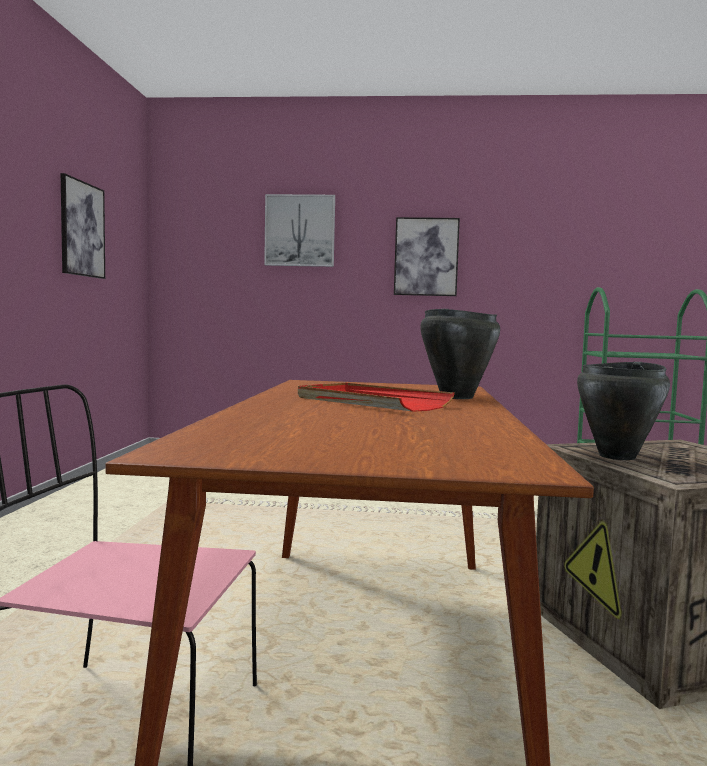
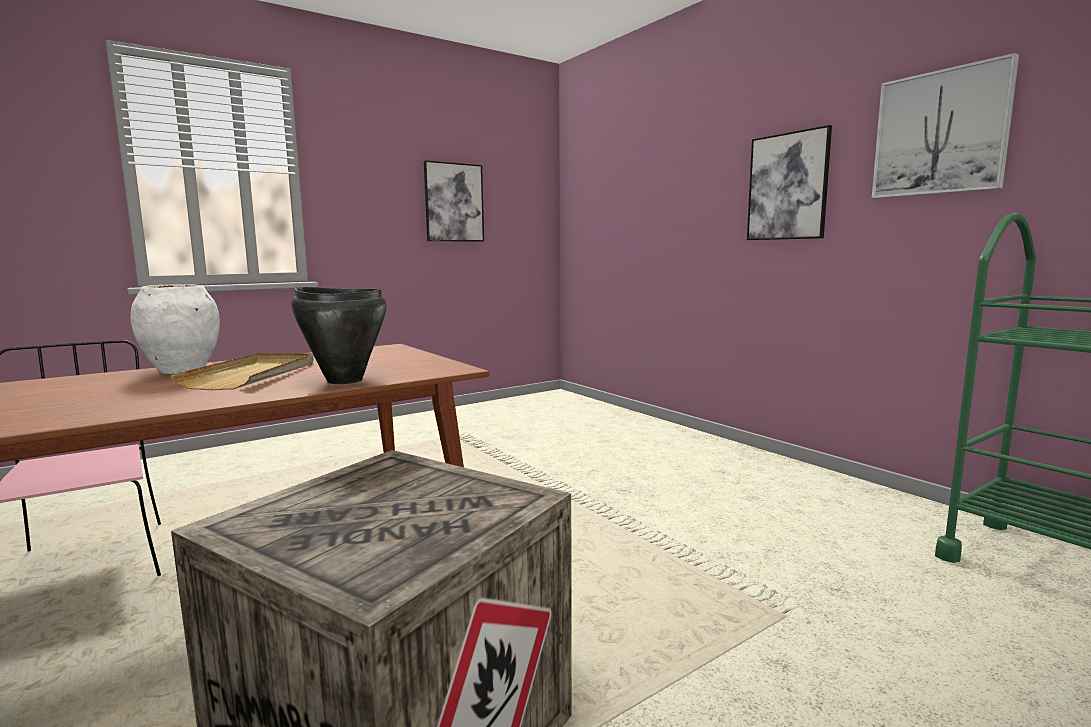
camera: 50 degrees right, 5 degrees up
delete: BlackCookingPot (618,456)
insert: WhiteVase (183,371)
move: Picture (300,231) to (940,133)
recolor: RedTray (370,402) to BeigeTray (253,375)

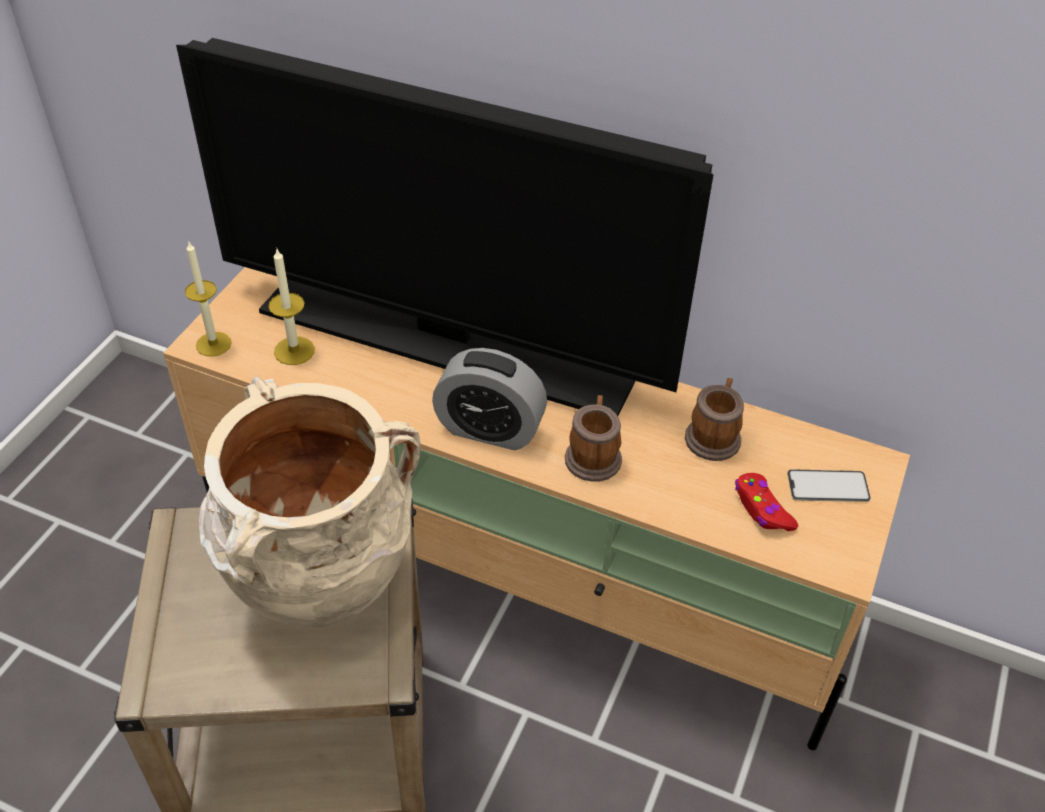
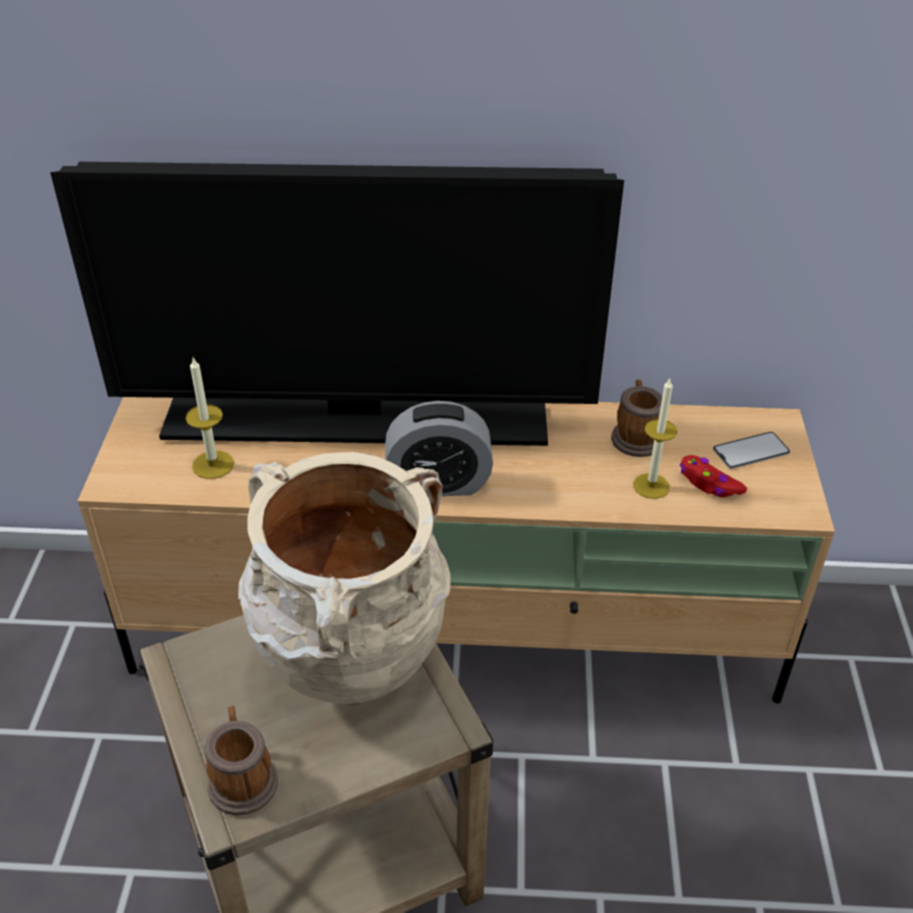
camera: 20 degrees left, 5 degrees down
move: Candle (213,344) to (651,486); Mug (593,455) to (242,777)

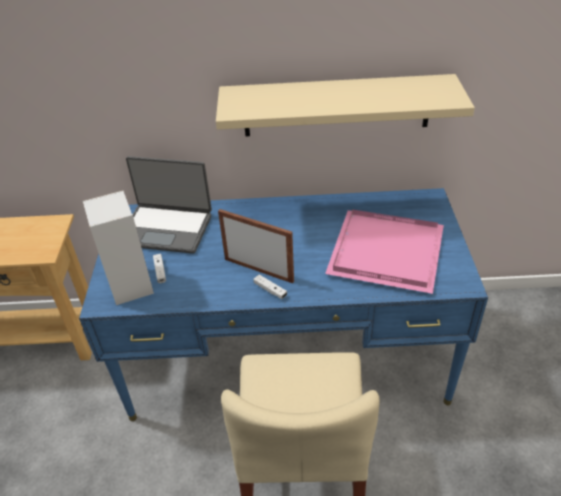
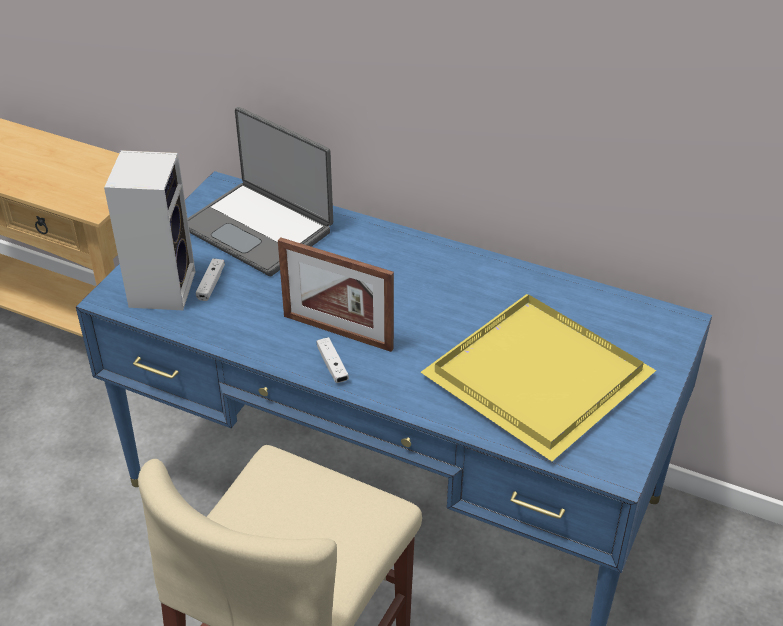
camera: 25 degrees right, 0 degrees up
delete: BeigeShelf (336,106)
recolor: PinkTray (384,250) to YellowTray (537,373)
rotate: PictureFrame (258,270) = (337,332) 150 degrees clockwise

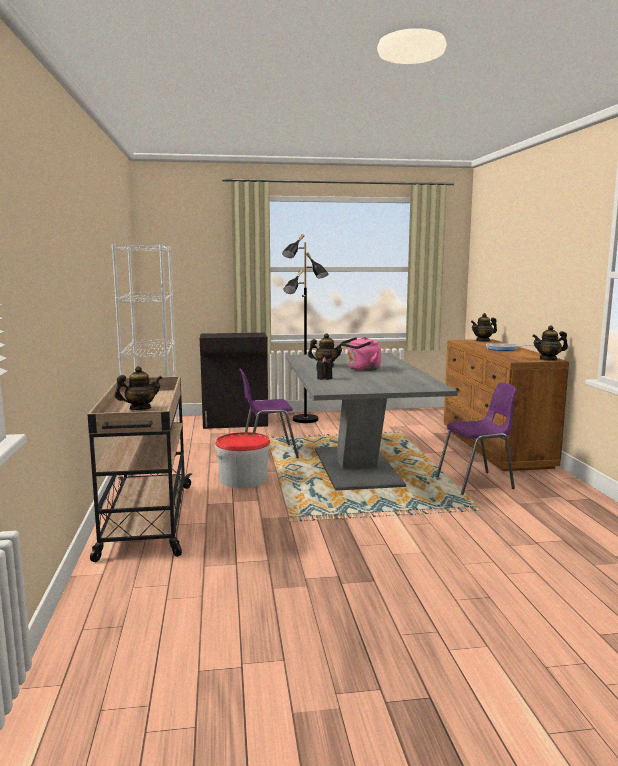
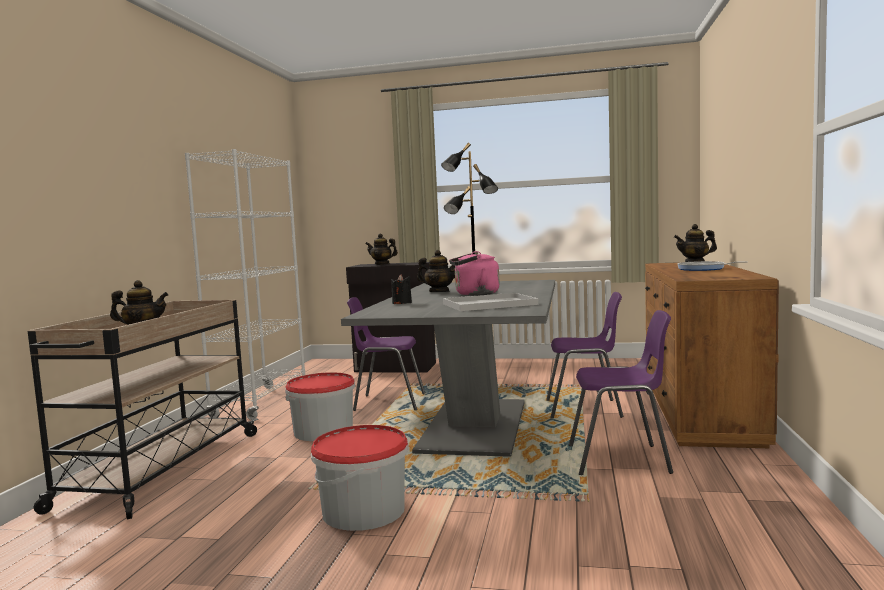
camera: 20 degrees right, 5 degrees down
insert: Bucket (364,510); WhiteTray (488,304); PurpleChair (585,409)
move: Teapot (548,359) to (382,264)

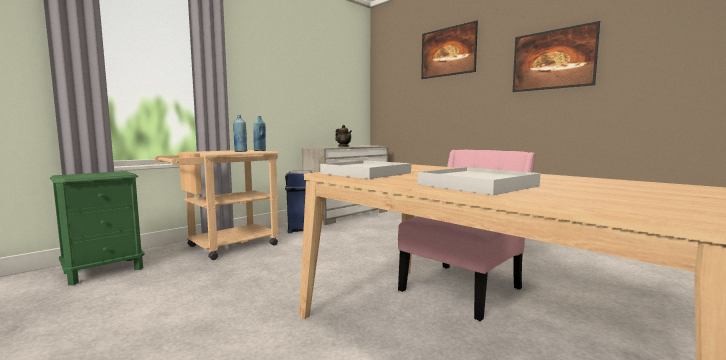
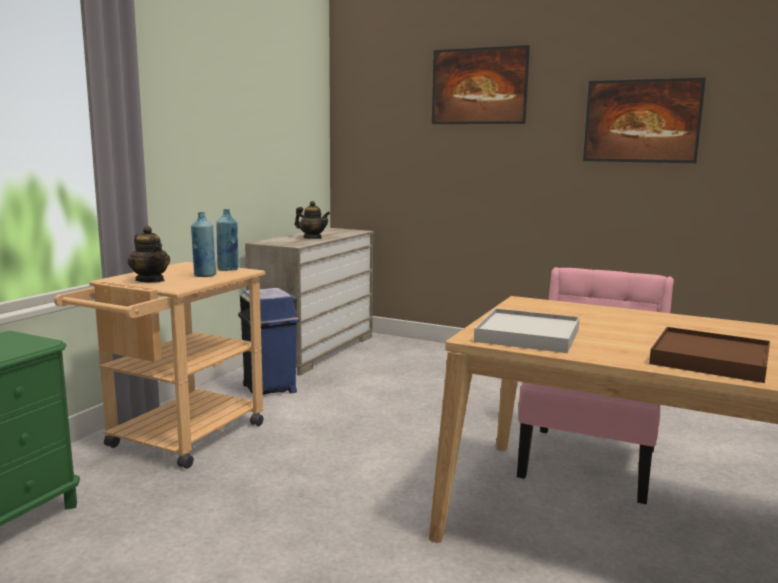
camera: 20 degrees left, 5 degrees up
insert: Teapot (150,280)
recolor: WhiteTray (477,185) to BrownTray (709,359)

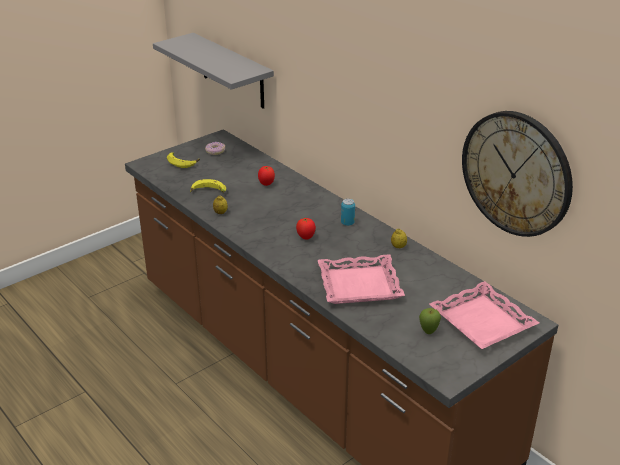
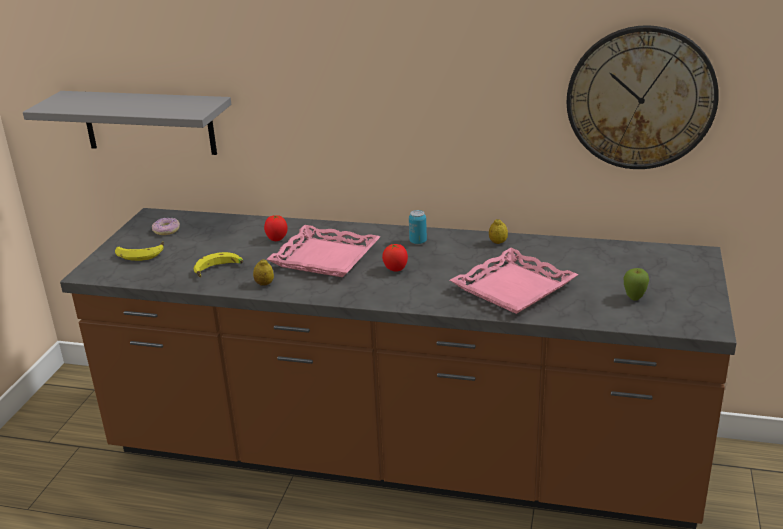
camera: 35 degrees left, 5 degrees down
move: PinkTray (482,321) to (325,257)

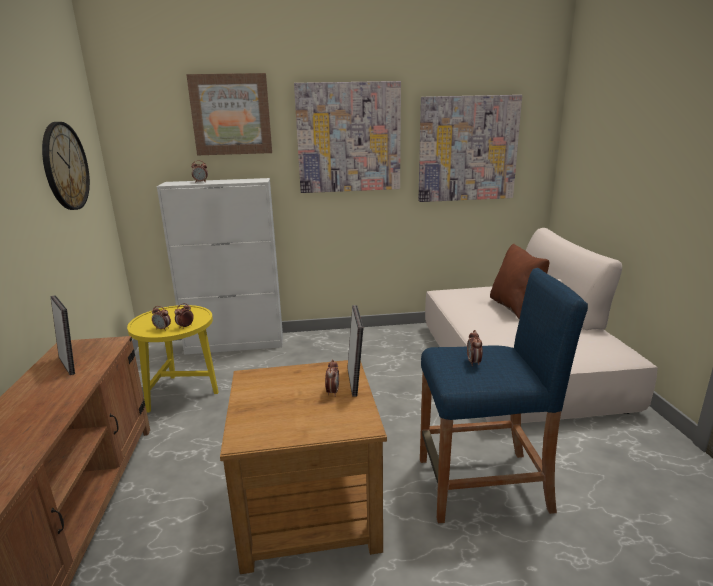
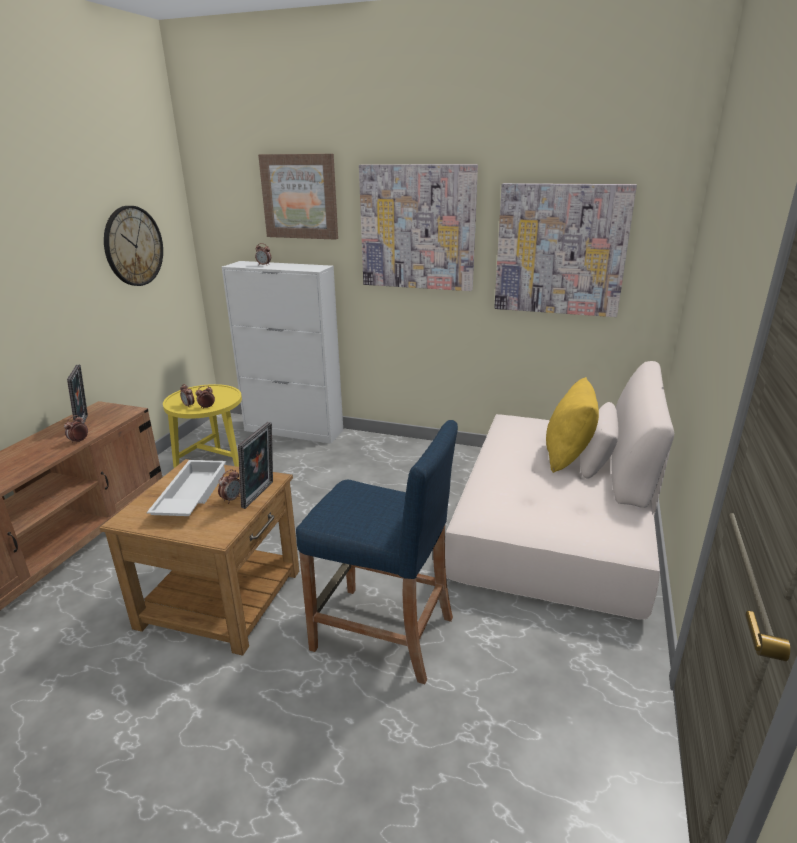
camera: 25 degrees right, 5 degrees up
insert: WhiteTray (190,495)
move: AlarmClock (473,362) to (79,441)
recolor: BrownPillow (515,307) to YellowPillow (567,456)

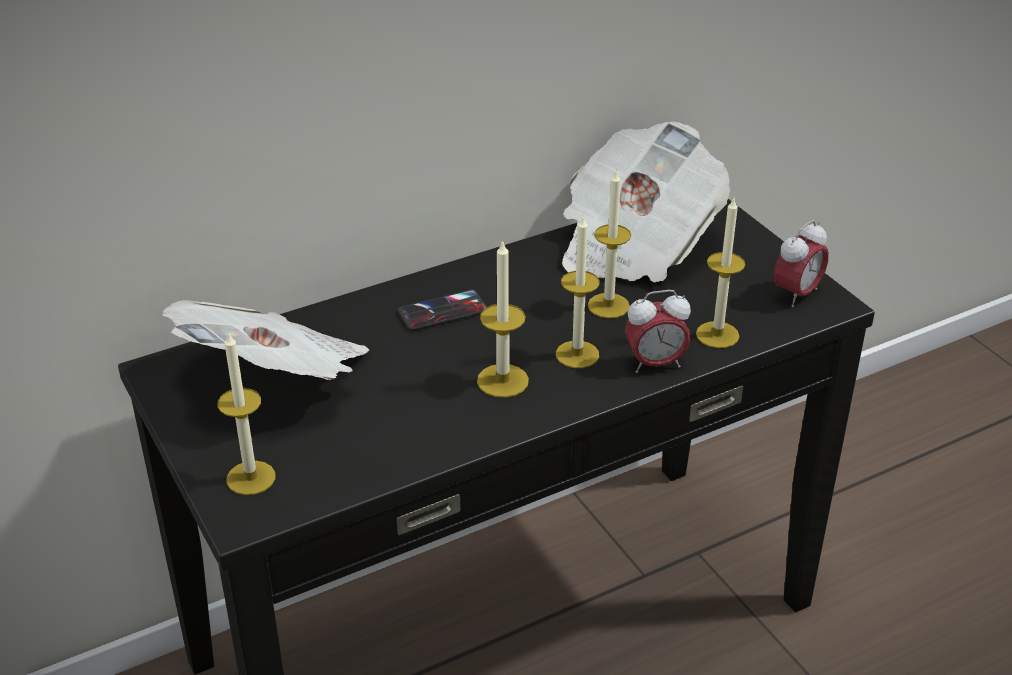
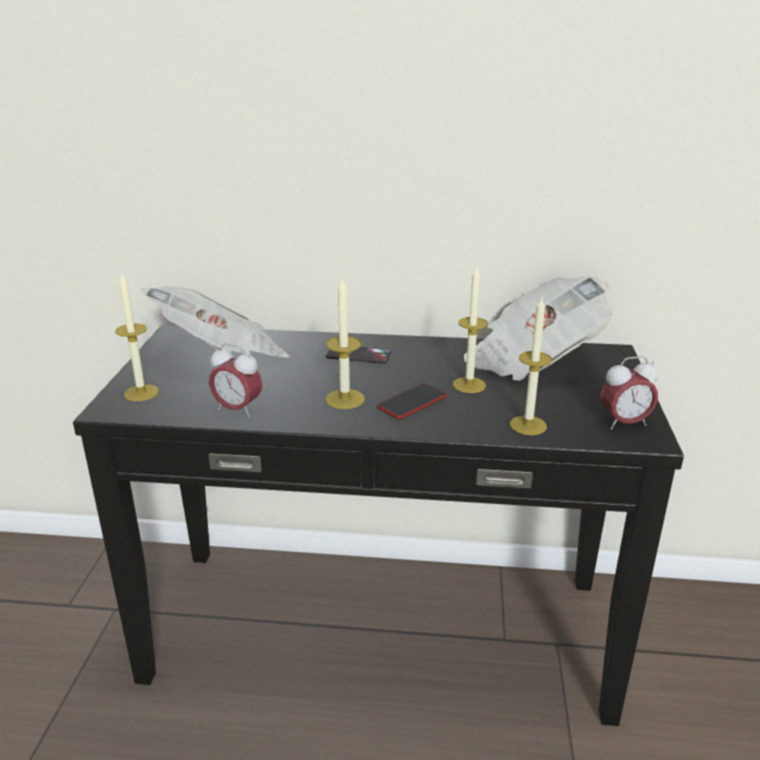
camera: 35 degrees right, 10 degrees down
move: AlarmClock (655,364) to (238,409)
replace: Candle (577,354) to Phone (412,402)

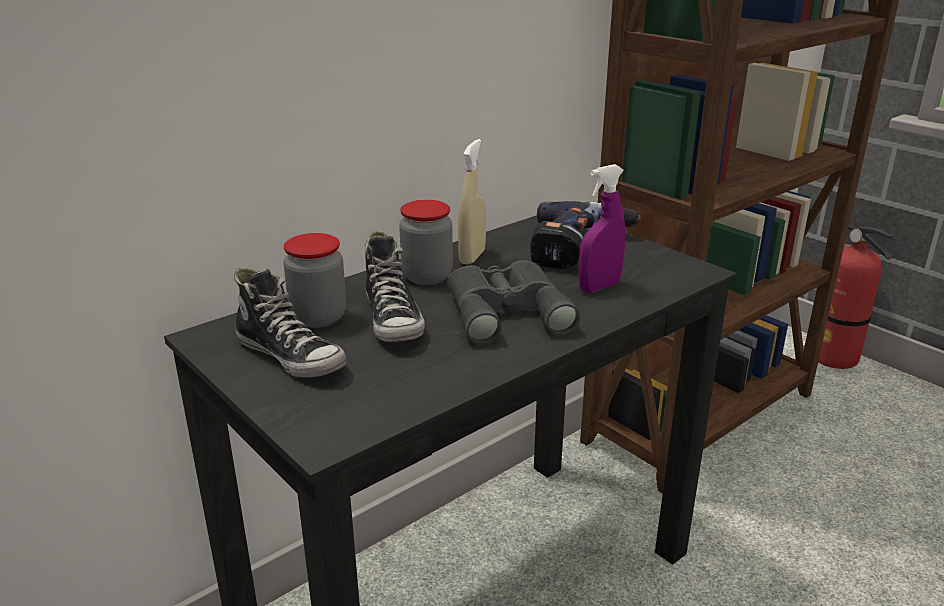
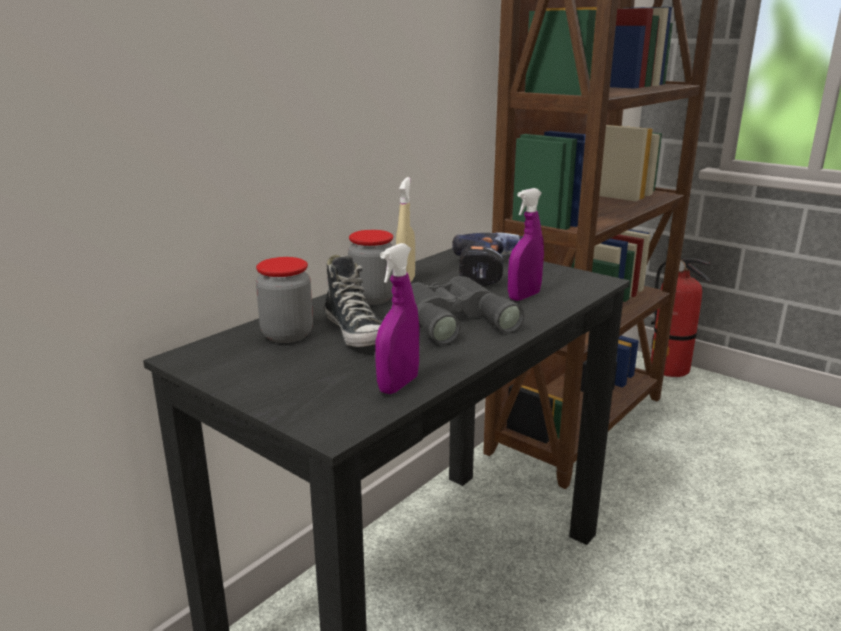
camera: 10 degrees left, 5 degrees down
delete: Shoe (291,356)
insert: PurpleSprayBottle (398,385)

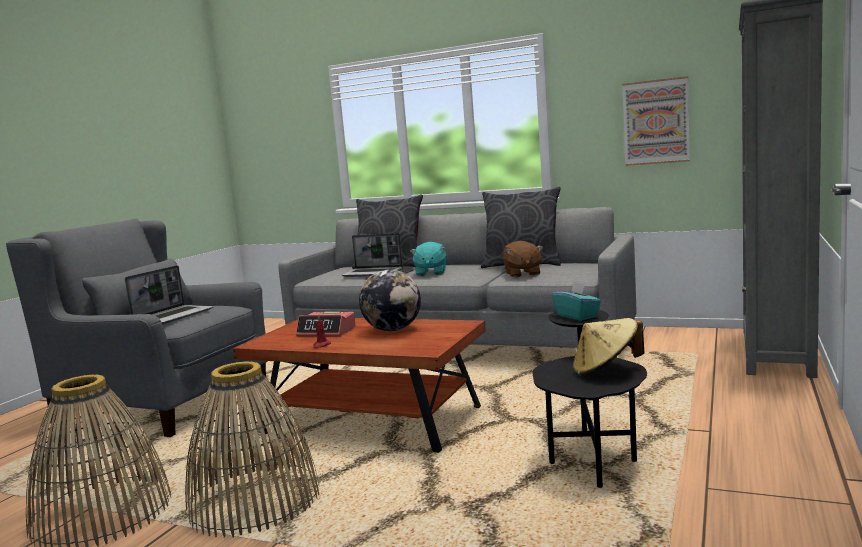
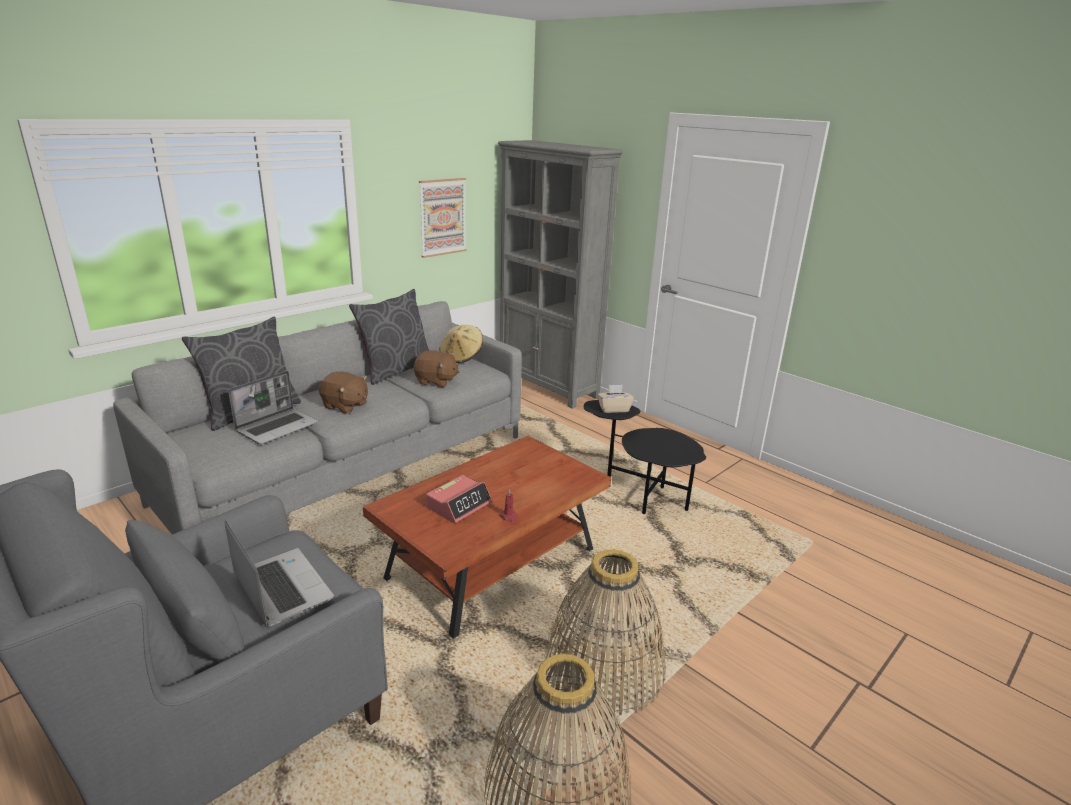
camera: 70 degrees left, 15 degrees up
delete: Globe (392,330)
move: BeigeHat (606,370) to (461,357)
recolor: TurquoisePlushToy (430,273) to BrownPlushToy (345,406); TurquoiseTissueBox (577,316) to BeigeTissueBox (614,409)

